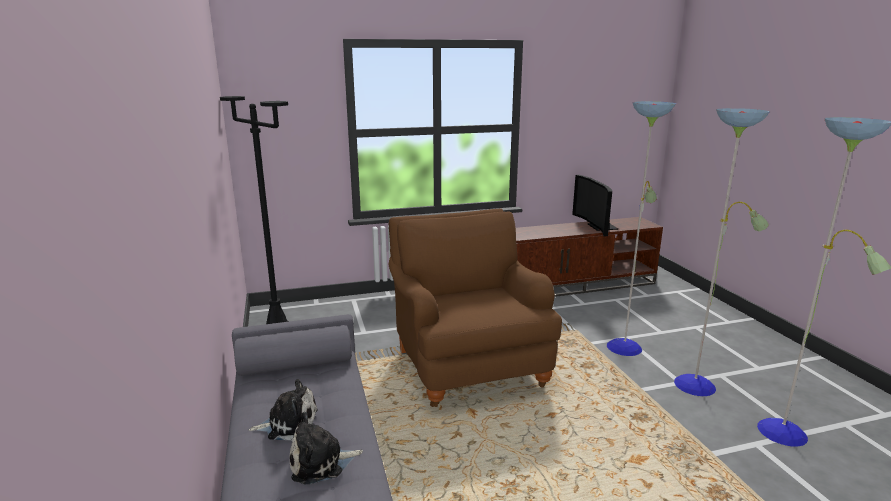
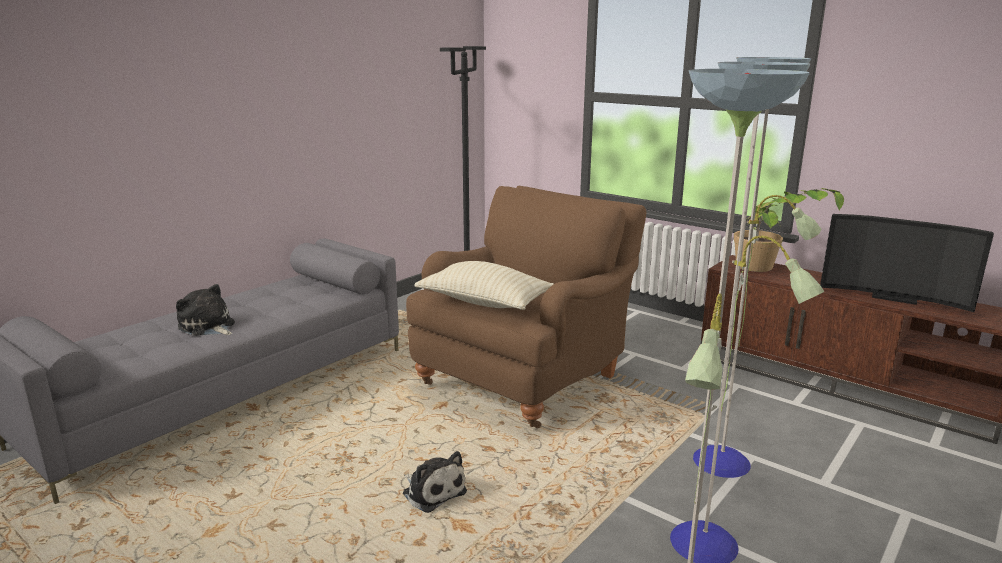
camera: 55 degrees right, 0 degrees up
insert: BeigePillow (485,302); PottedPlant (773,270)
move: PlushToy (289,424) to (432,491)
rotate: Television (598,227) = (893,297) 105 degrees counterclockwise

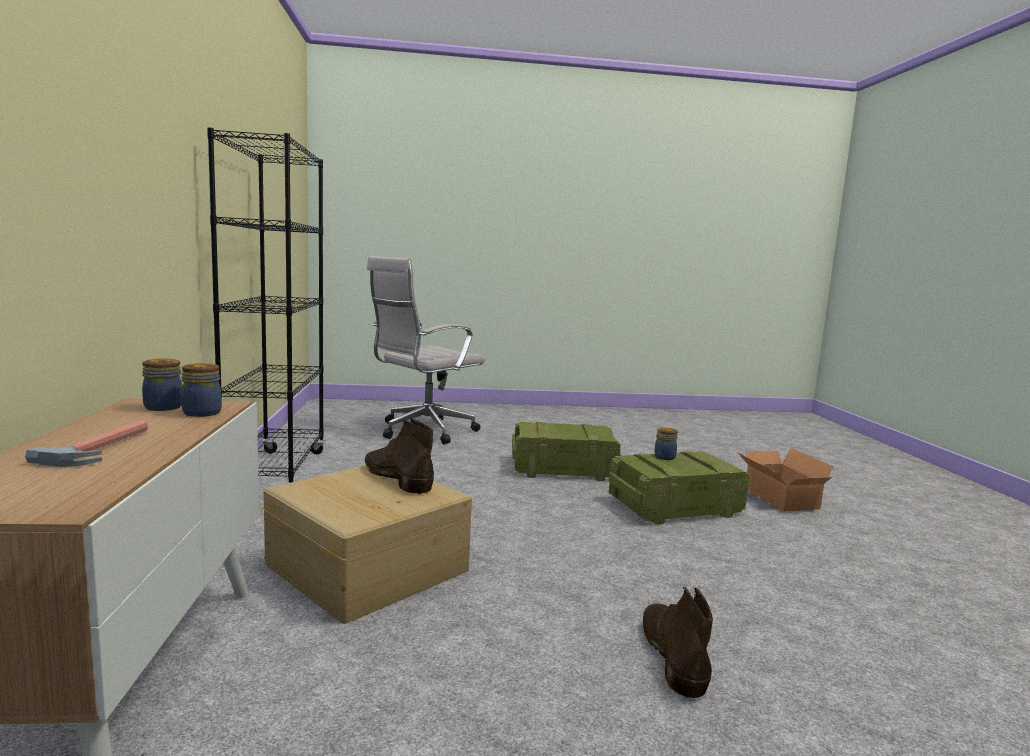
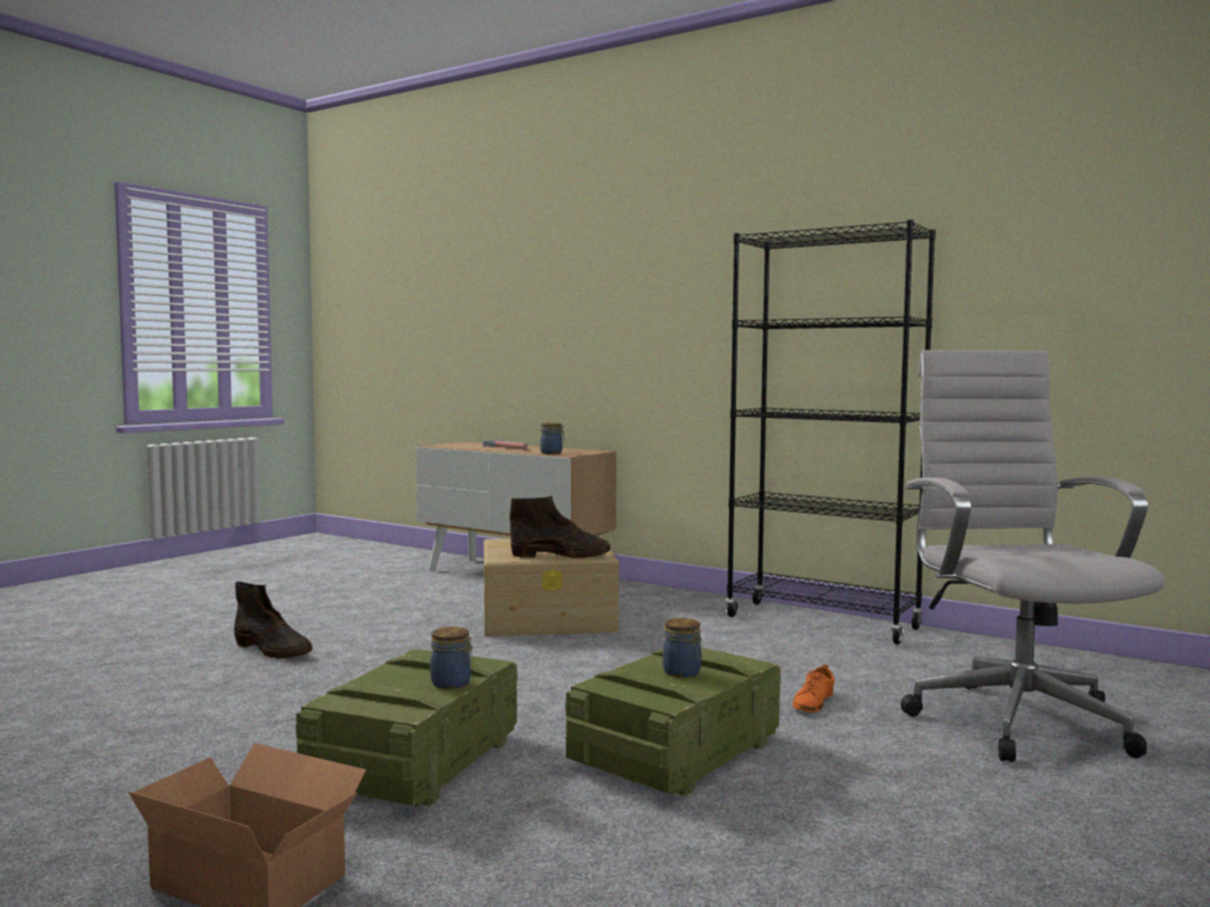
camera: 130 degrees right, 5 degrees down
insert: OrangeShoe (813,702)
move: Jar (164,407) to (683,672)

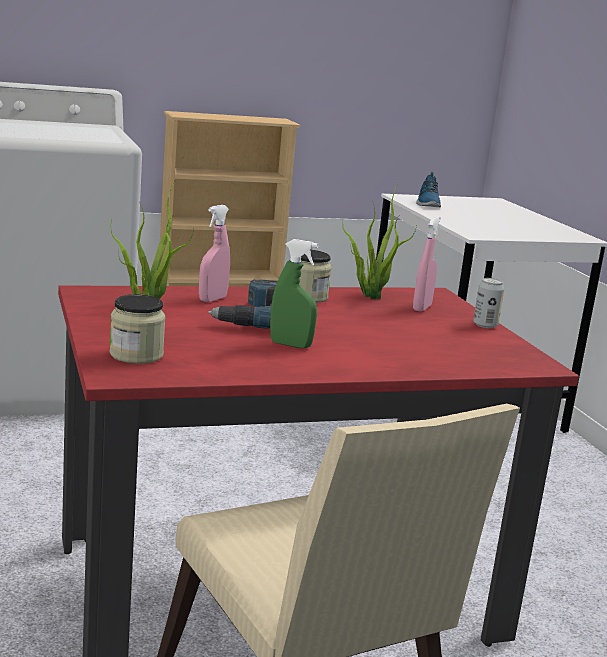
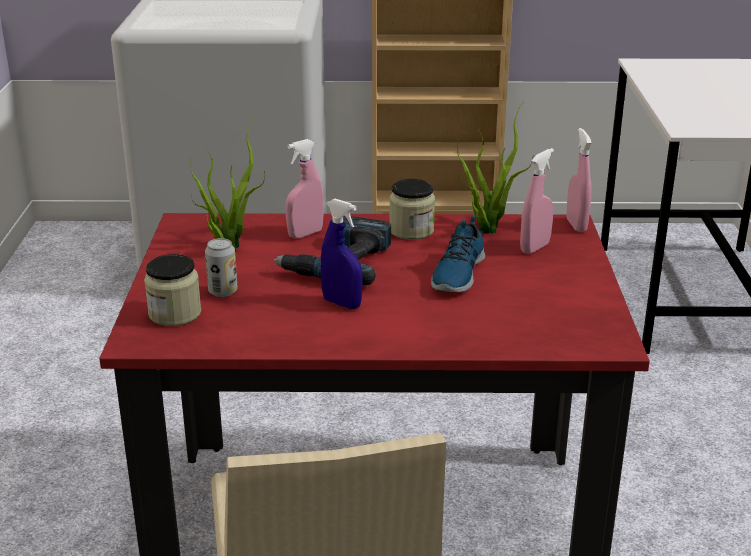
camera: 20 degrees right, 10 degrees up
insert: PinkSprayBottle (576,225)
move: Shoe (427,204) to (457,274); Can (485,325) to (223,291)
recolor: GreenSprayBottle (290,345) to BlueSprayBottle (342,303)

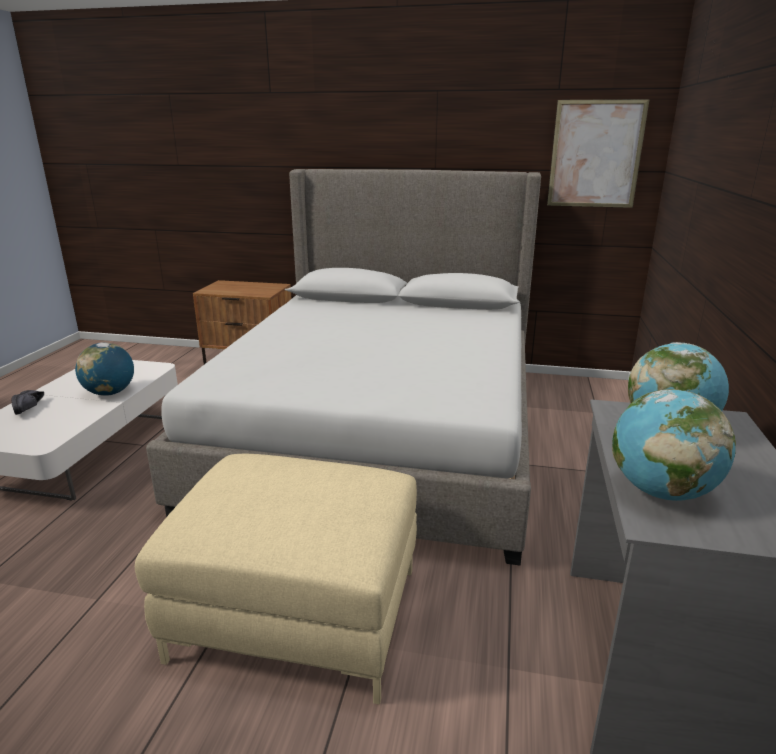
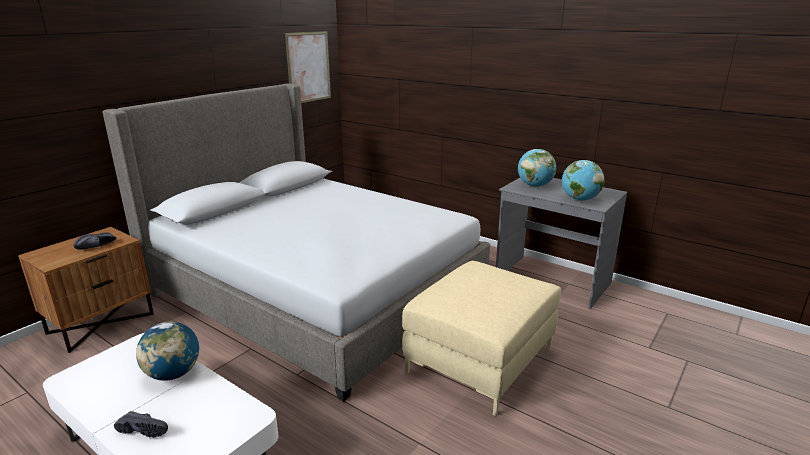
camera: 65 degrees left, 0 degrees up
insert: BlackShoe (98,247)

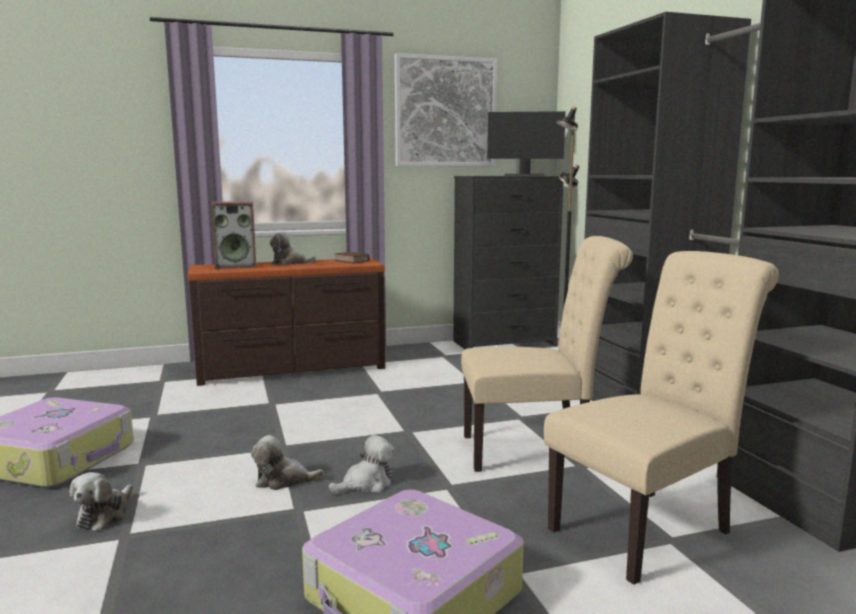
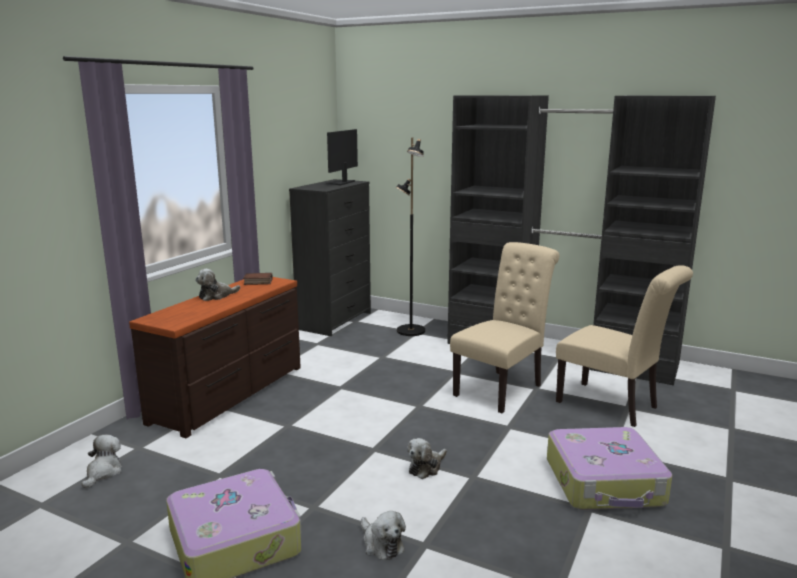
camera: 45 degrees left, 5 degrees up
delete: Speaker (236,265); Picture (445,112)
move: PlushToy (366,484) to (103,472)
rotate: Monitor (525,175) = (339,183) 150 degrees clockwise; BeigeChair (648,528) = (612,406) 120 degrees clockwise

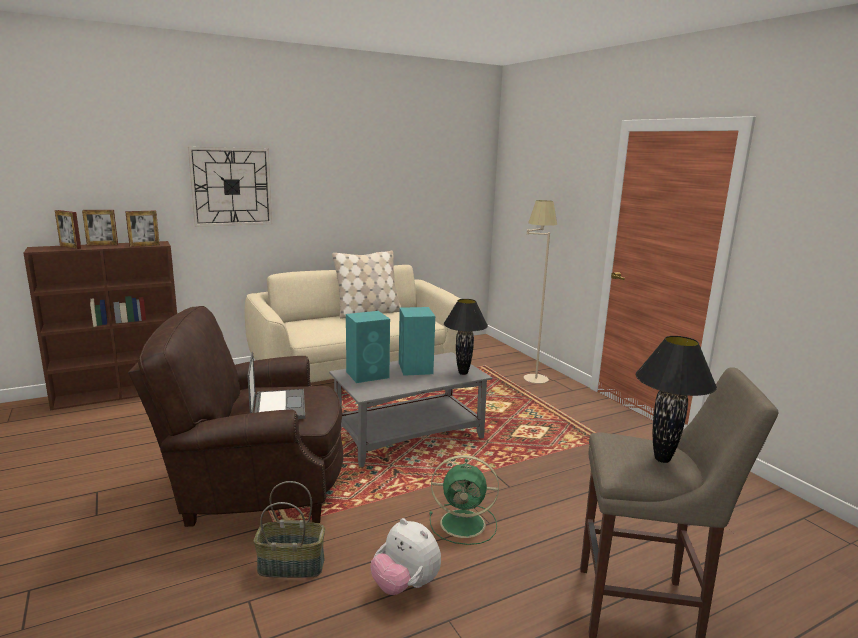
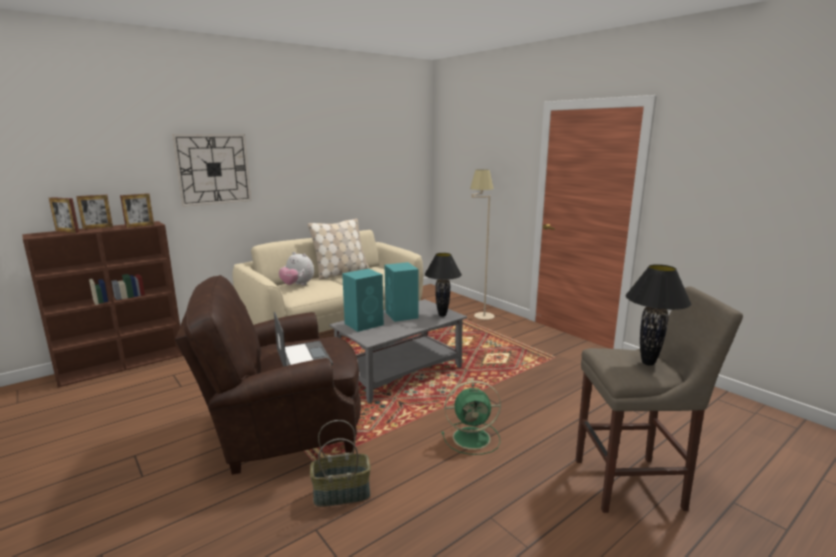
camera: 10 degrees left, 0 degrees up
move: PlushToy (405,585) to (297,285)

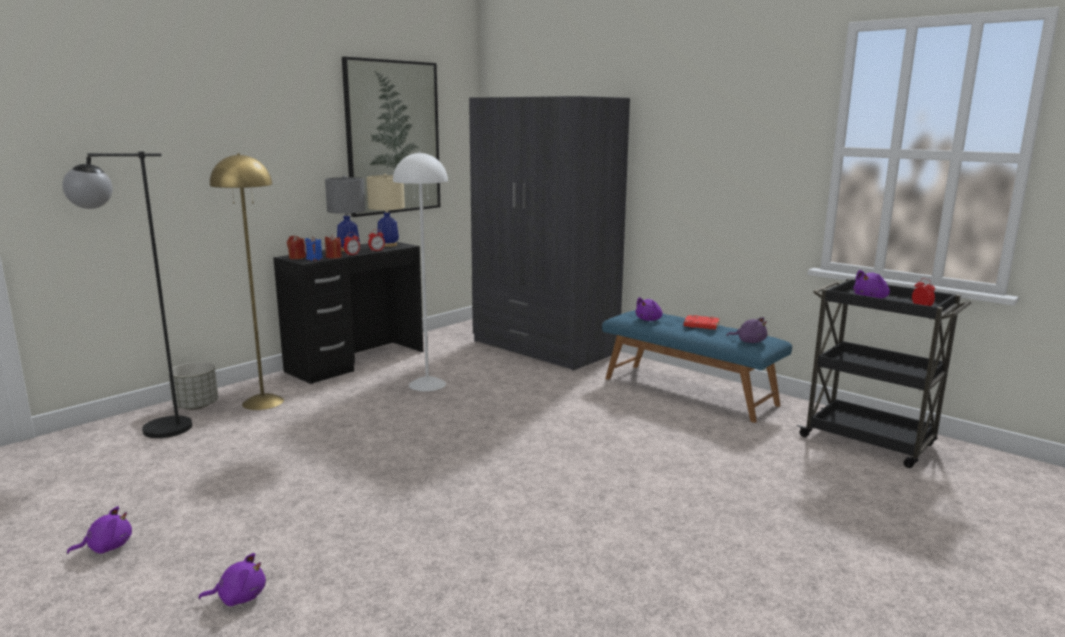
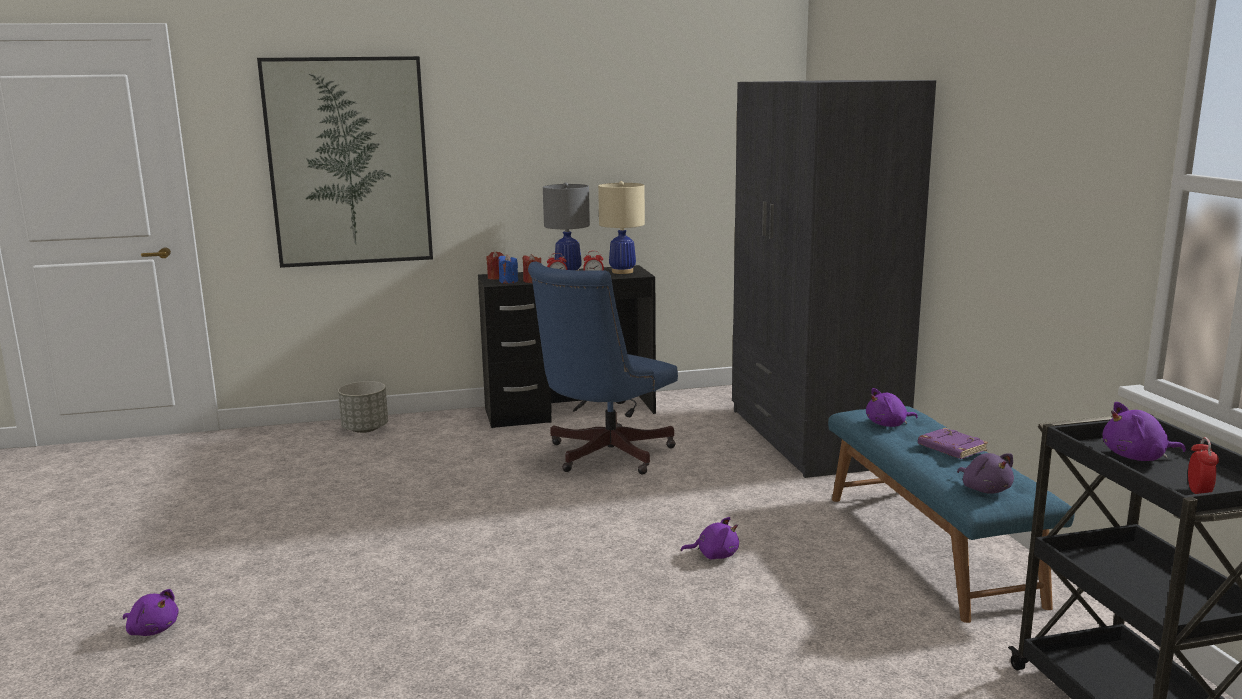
camera: 35 degrees right, 0 degrees up
delete: BlackFloorLamp (150,429); YellowFloorLamp (263,402)
move: PurplePlushToy (107,547) to (714,555); Picture (393,137) to (349,162)
replace: WhiteFloorLamp (427,384) to BlueOfficeChair (603,456)
recolor: RedBook (700,325) to PurpleBook (950,448)

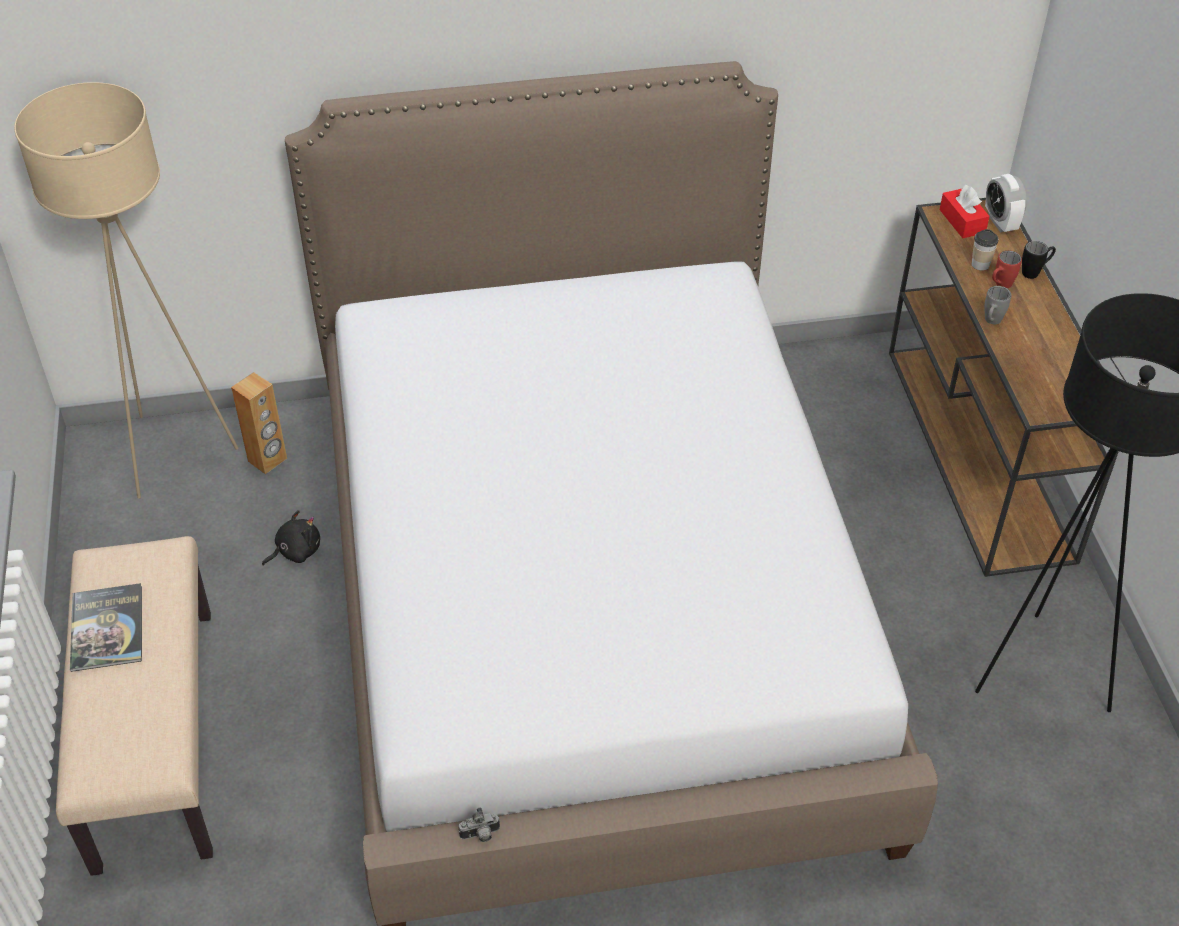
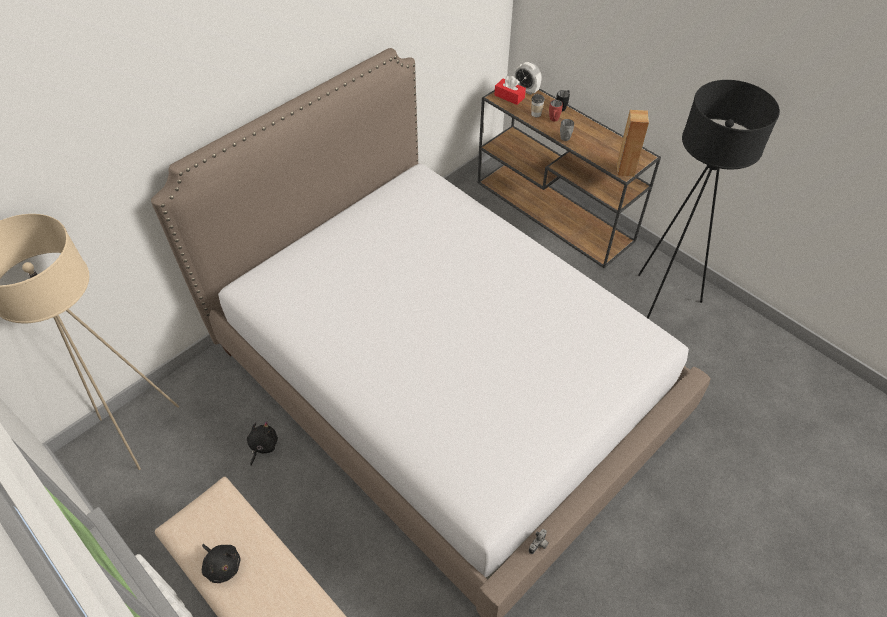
camera: 35 degrees left, 5 degrees up
move: BrownSpeaker (268,460) to (625,170)
replace: Book (107,628) to BlackPlushToy (222,565)

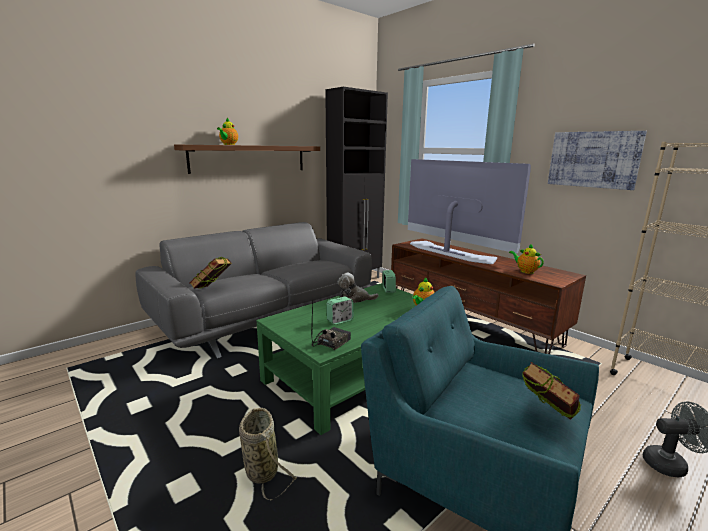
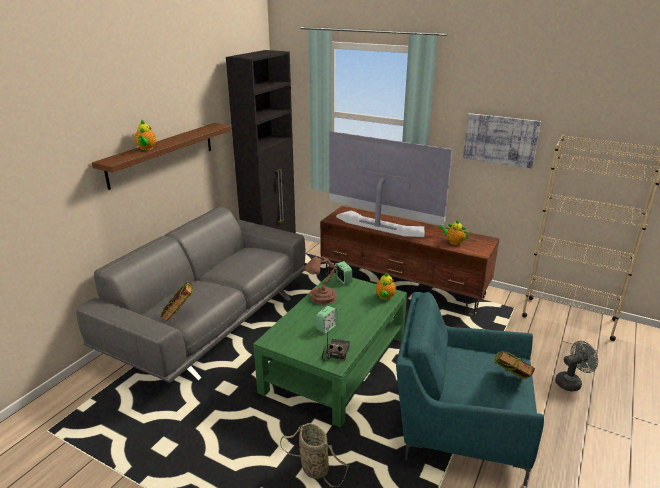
camera: 20 degrees left, 10 degrees up
replace: PlushToy (354,299) to BrownTableLamp (321,298)

